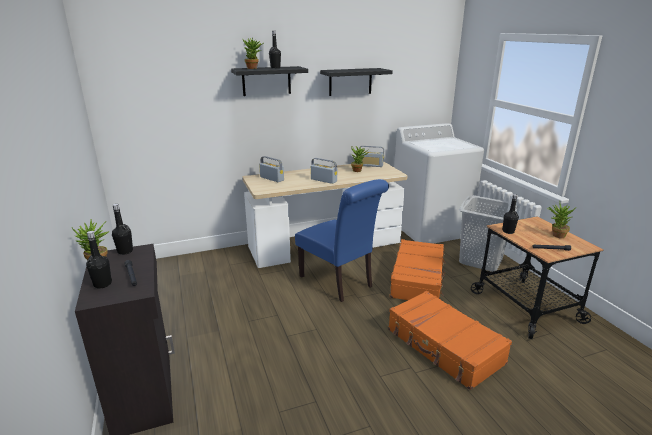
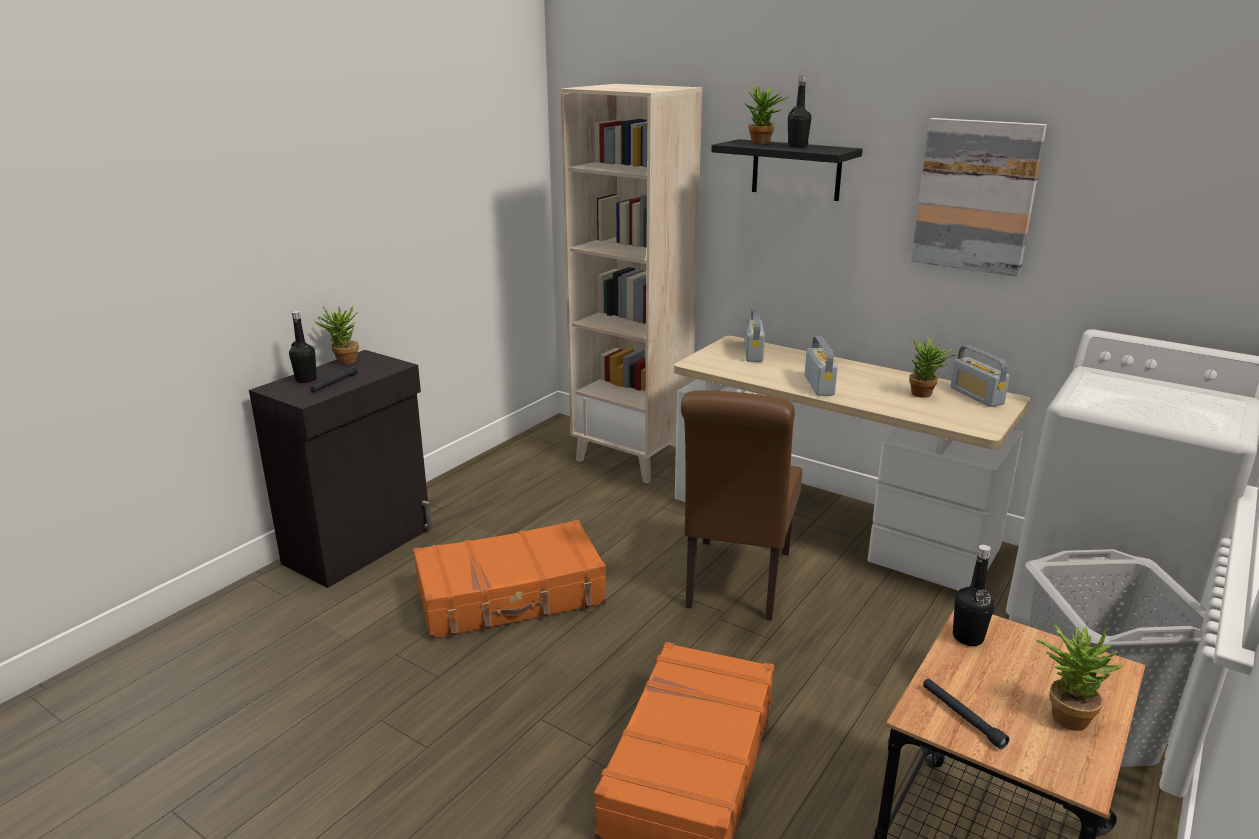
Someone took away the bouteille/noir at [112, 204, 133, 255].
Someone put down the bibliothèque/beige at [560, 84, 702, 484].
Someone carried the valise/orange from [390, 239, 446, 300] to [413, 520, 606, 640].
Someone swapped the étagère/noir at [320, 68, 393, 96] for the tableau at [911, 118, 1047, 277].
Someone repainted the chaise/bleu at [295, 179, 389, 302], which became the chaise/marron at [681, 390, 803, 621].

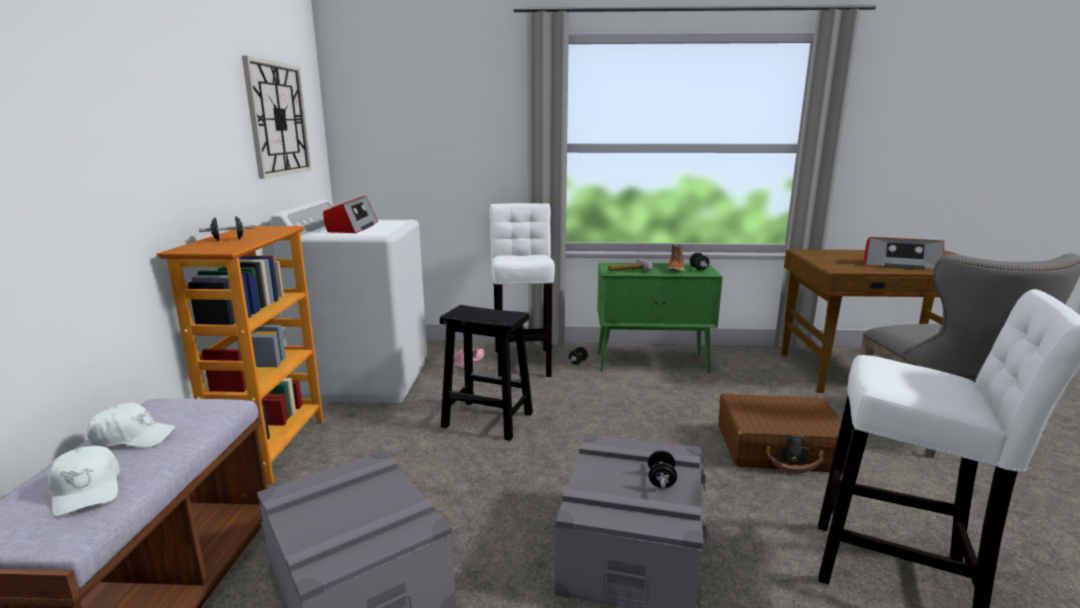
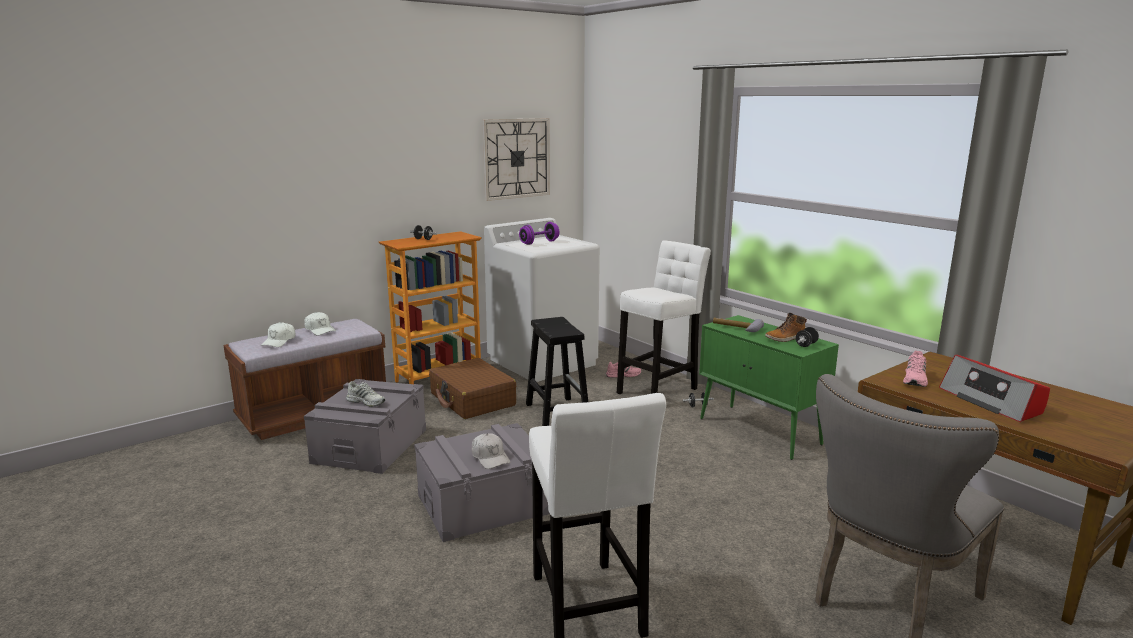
Someone put down the chaussure/blanc at [346, 381, 385, 407].
Someone put down the chaussure/rose at [903, 351, 928, 387].
Someone carried the valise/marron from [718, 393, 852, 474] to [429, 358, 516, 419].
Someone swapped the radio at [323, 196, 378, 233] for the haltère/violet at [519, 222, 559, 245].
Someone swapped the haltère/noir at [648, 450, 677, 488] for the casquette/blanc at [472, 433, 510, 469].

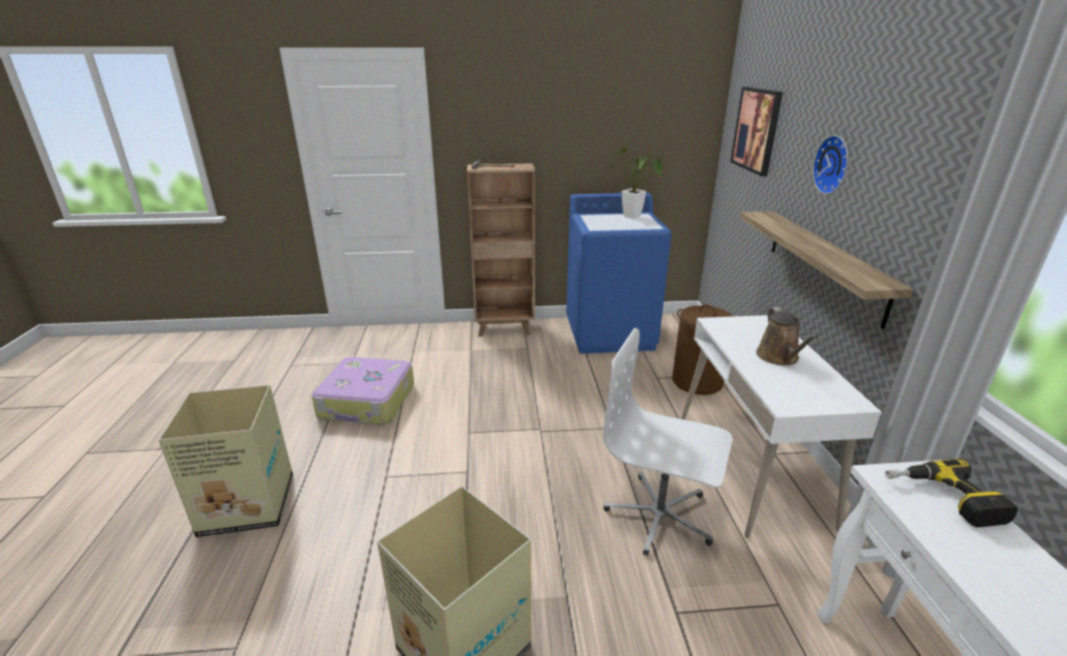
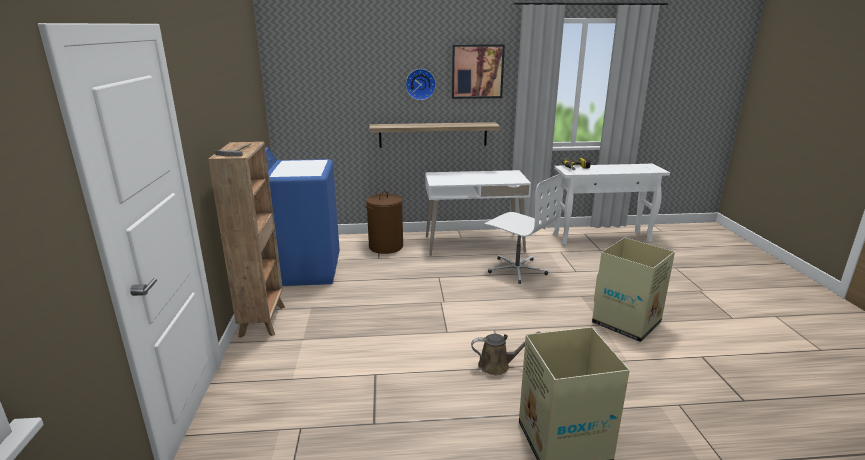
Someone took away the valise at [311, 357, 414, 425].
Someone took away the plante en pot at [608, 147, 662, 219].
Someone carried the tableau from [730, 87, 783, 176] to [452, 44, 505, 99].
Someone carried the arrosoir/marron from [756, 307, 818, 365] to [471, 331, 540, 375].
Someone rotated the chaise de bureau/blanc at [603, 328, 733, 556] by 75 degrees counterclockwise.

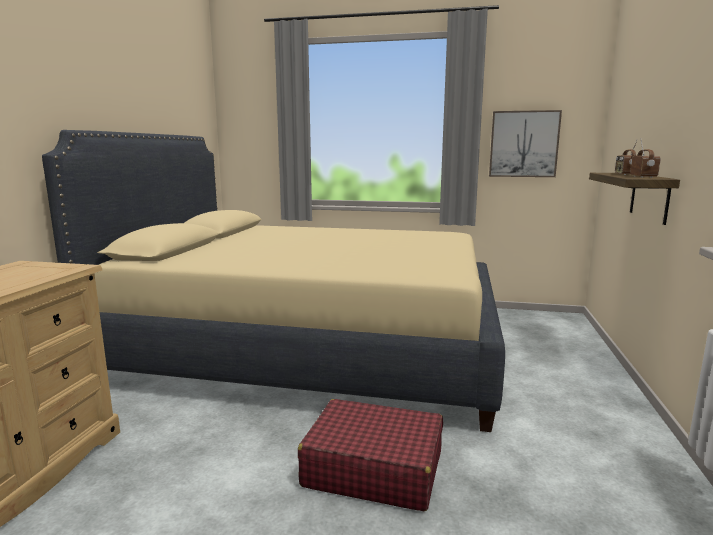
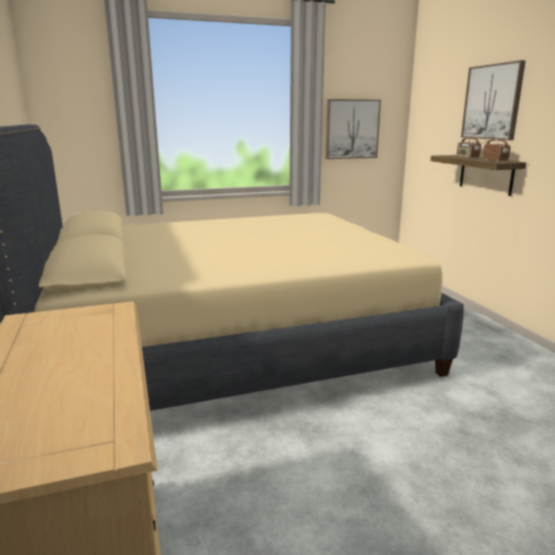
Someone took away the valise/rouge at [298, 399, 443, 511].
Someone put up the tableau at [461, 60, 526, 140].

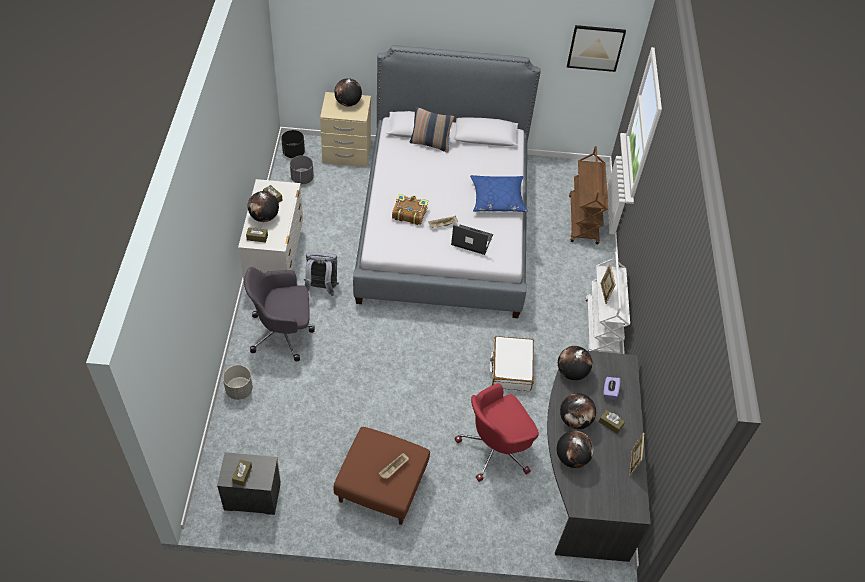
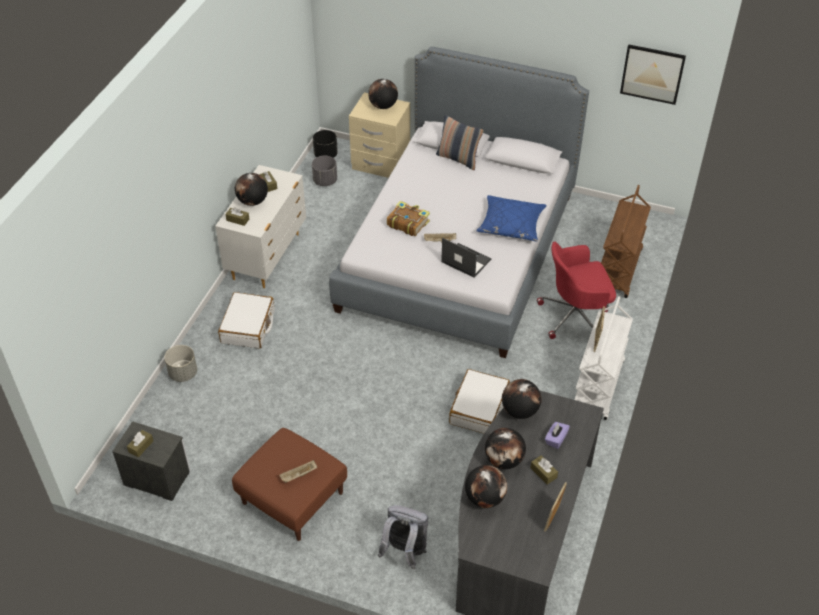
Someone carried the sac à dos/gris from [304, 252, 339, 296] to [378, 505, 428, 569].
Someone carried the chaise de bureau/rouge from [455, 383, 539, 482] to [537, 242, 616, 339].
Someone swapped the chaise de bureau/gris at [244, 267, 315, 361] for the valise/blanc at [218, 292, 275, 349].

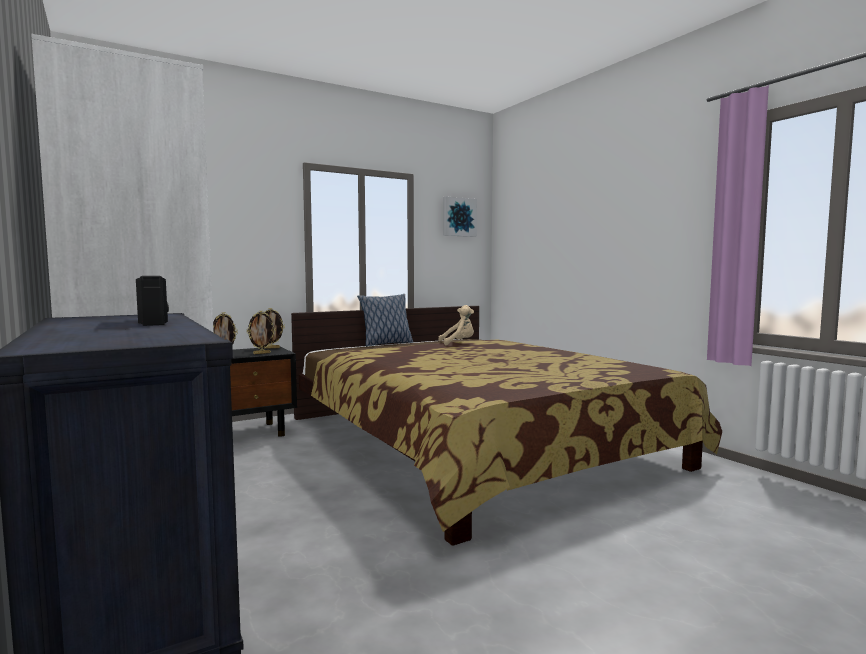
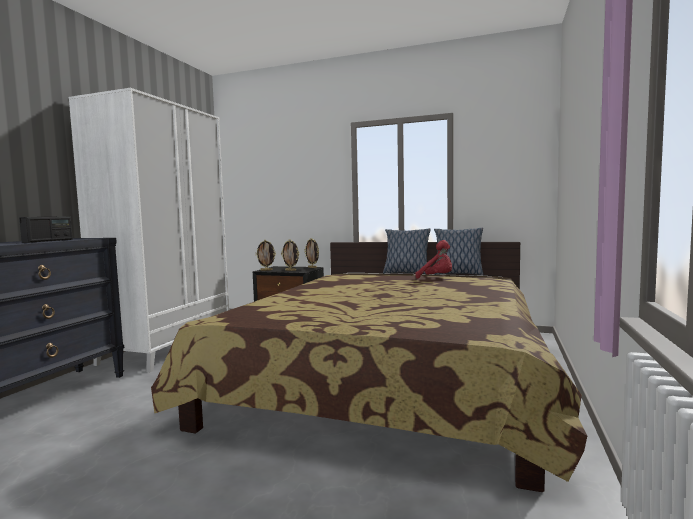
Someone took away the tableau at [443, 196, 477, 237].
Someone put down the coussin at [434, 227, 483, 275].
Someone repainted the peluche/beige at [438, 305, 474, 346], which became the peluche/rouge at [415, 240, 452, 279].

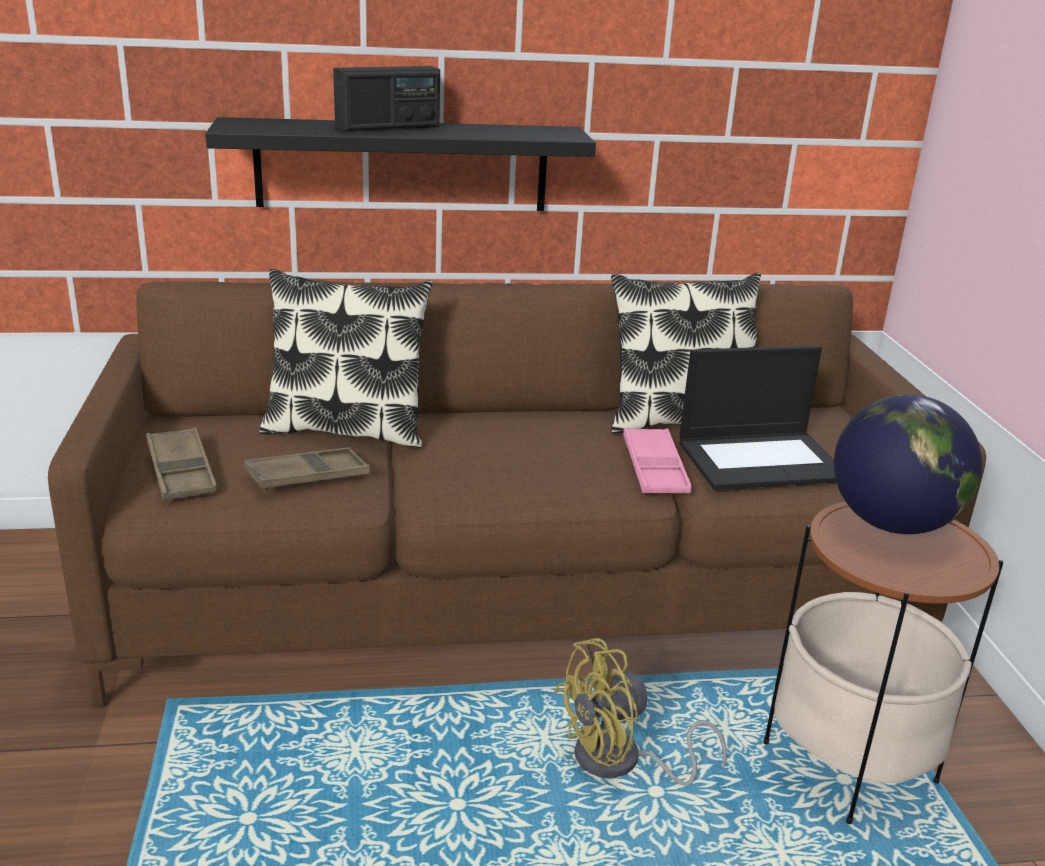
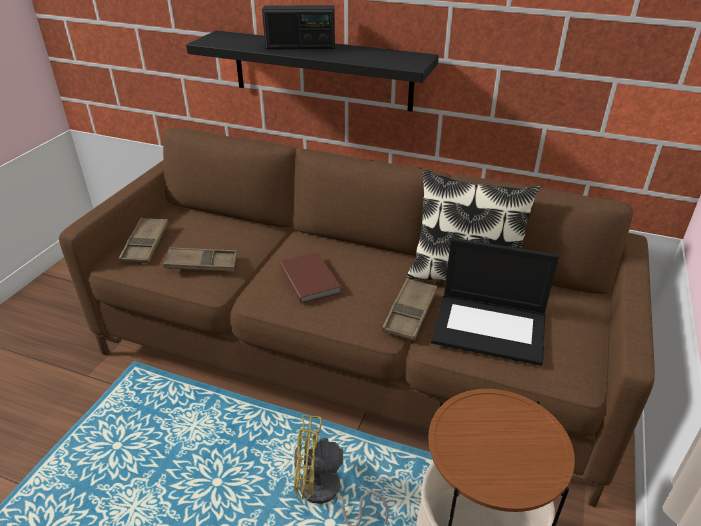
Someone took away the coussin at [259, 269, 433, 448].
Someone took away the globe at [834, 394, 982, 534].
Someone put down the livre/marron at [279, 252, 341, 303].
Someone repainted the plateau/rose at [623, 428, 692, 493], which became the plateau/marron at [382, 278, 437, 341].

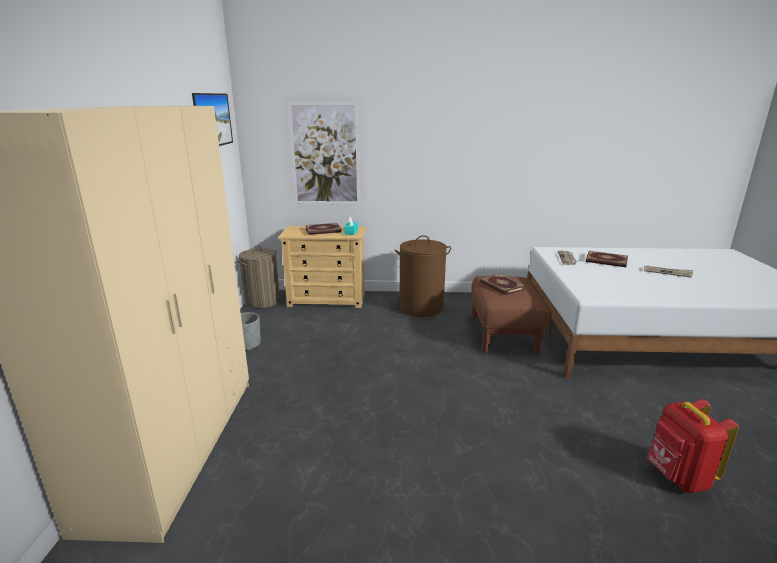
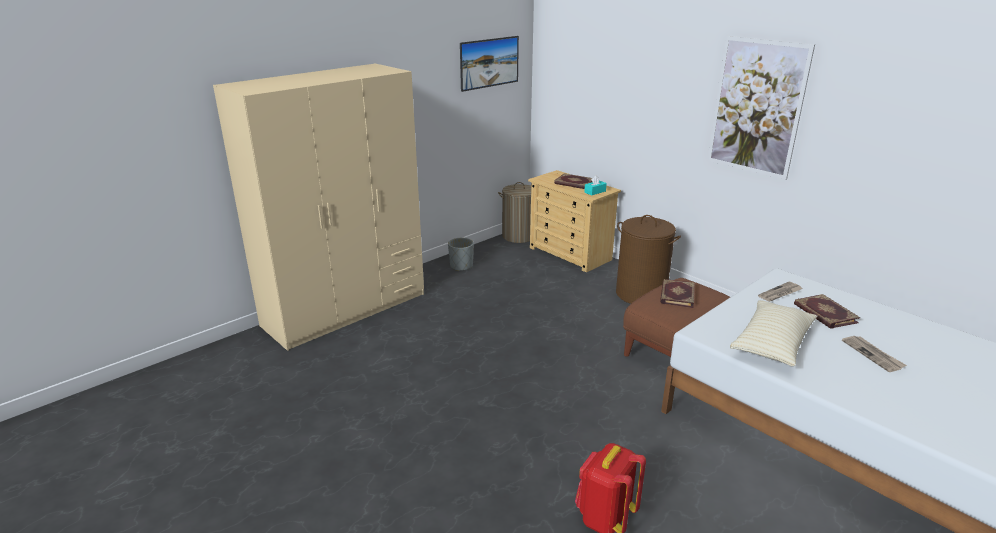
Someone put down the coussin/beige at [730, 300, 817, 366].
Someone carried the tableau from [288, 102, 360, 204] to [707, 36, 815, 180].

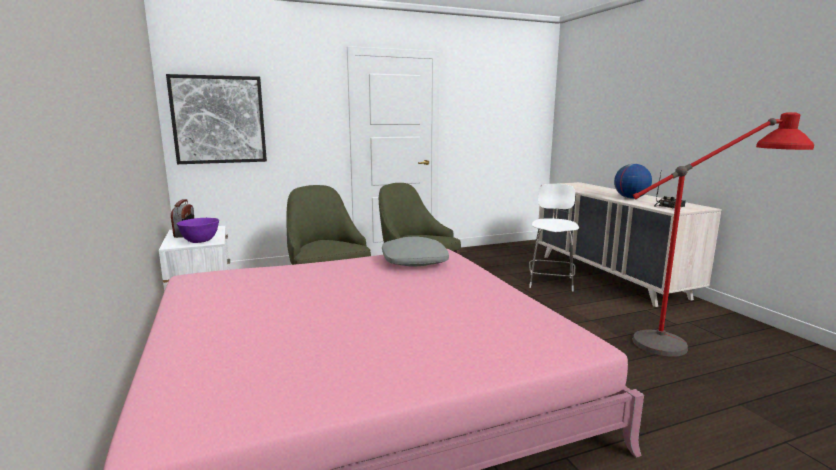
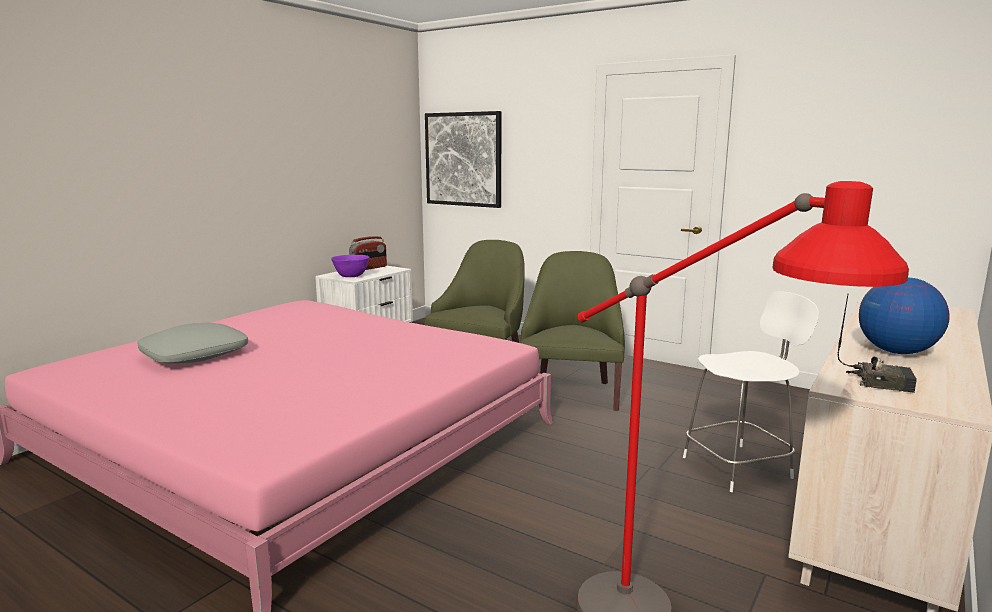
Someone carried the coussin/gris from [382, 237, 449, 267] to [137, 323, 248, 363].

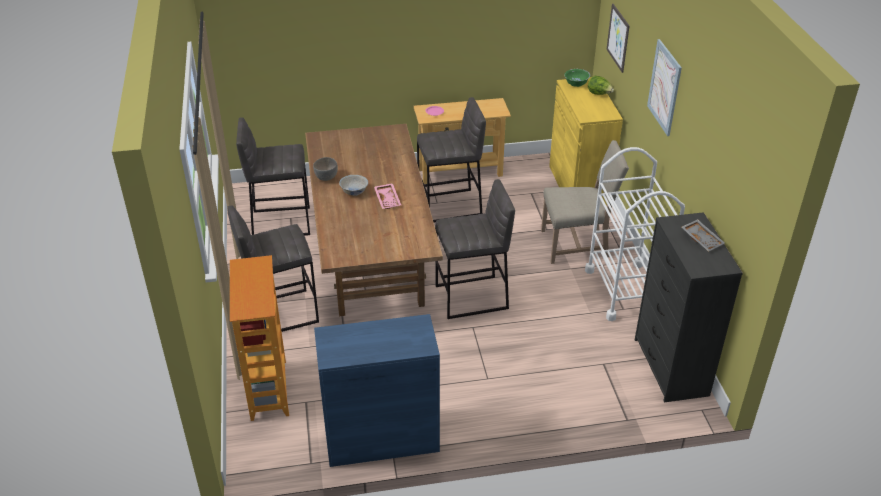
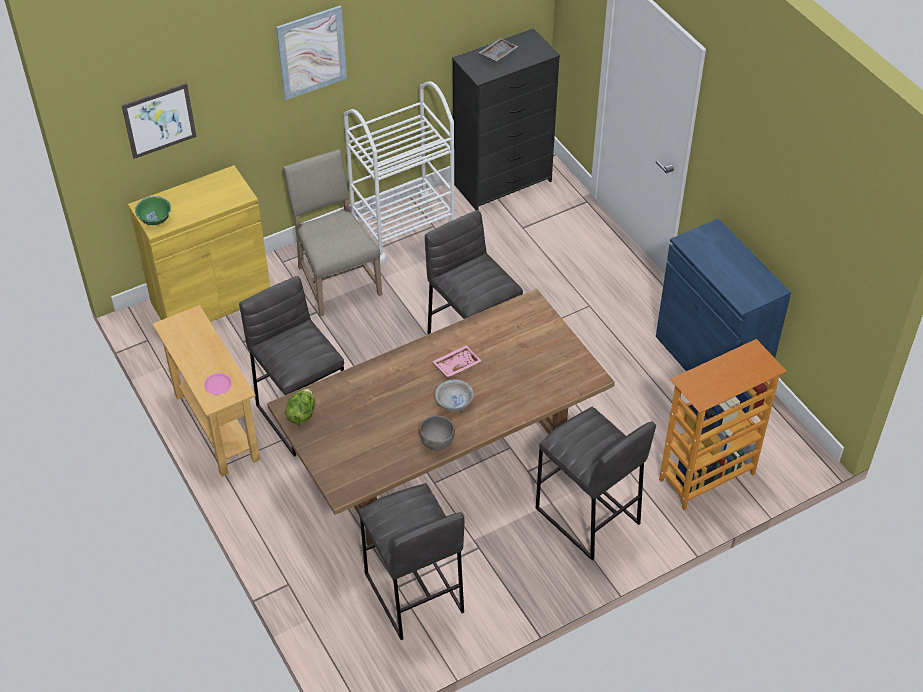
Someone carried the laitue from [588, 76, 614, 95] to [285, 388, 315, 424].

